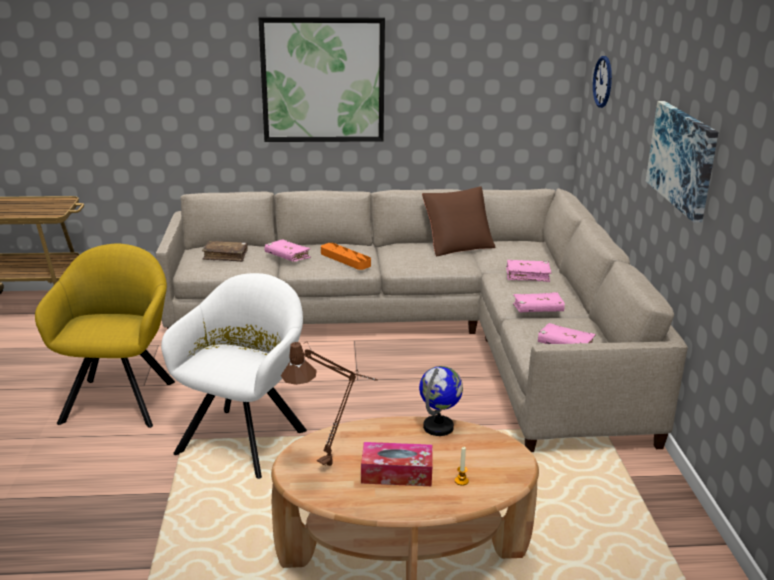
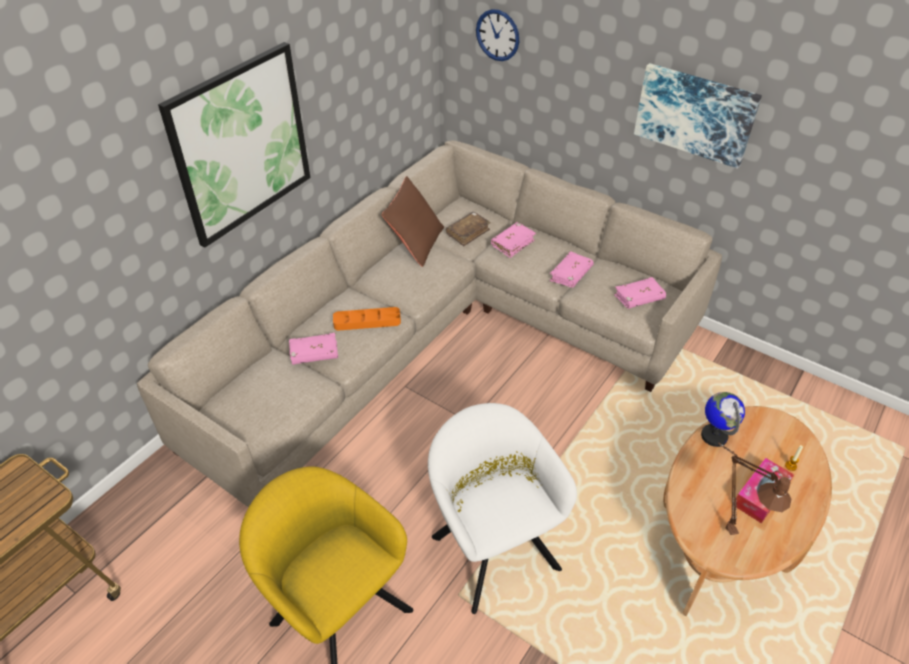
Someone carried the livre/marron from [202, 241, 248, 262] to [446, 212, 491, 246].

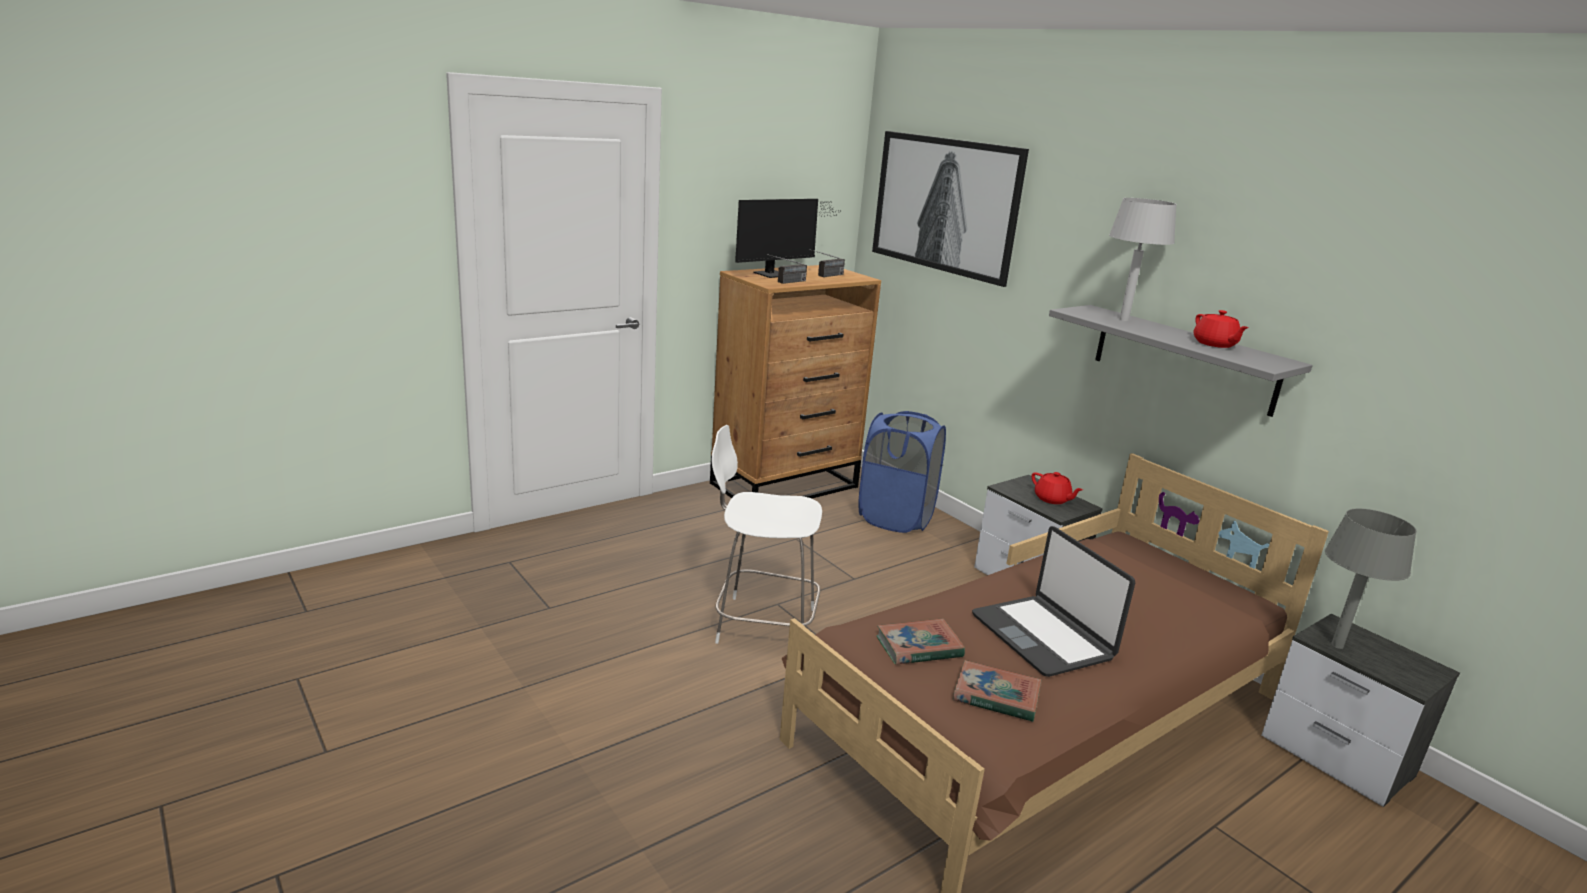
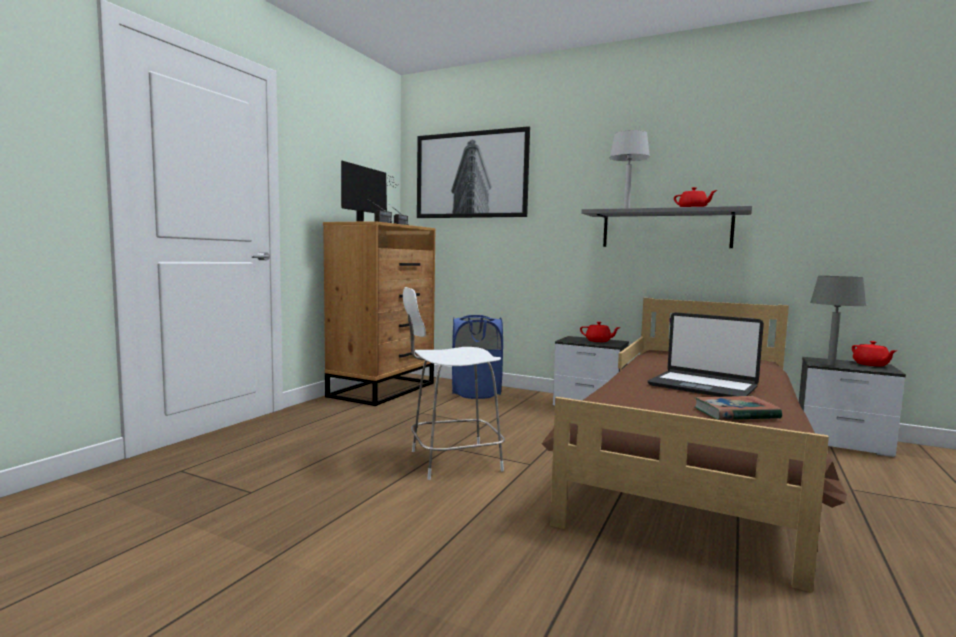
Someone took away the livre at [876, 618, 965, 665].
Someone put down the théière/rouge at [852, 341, 896, 366].

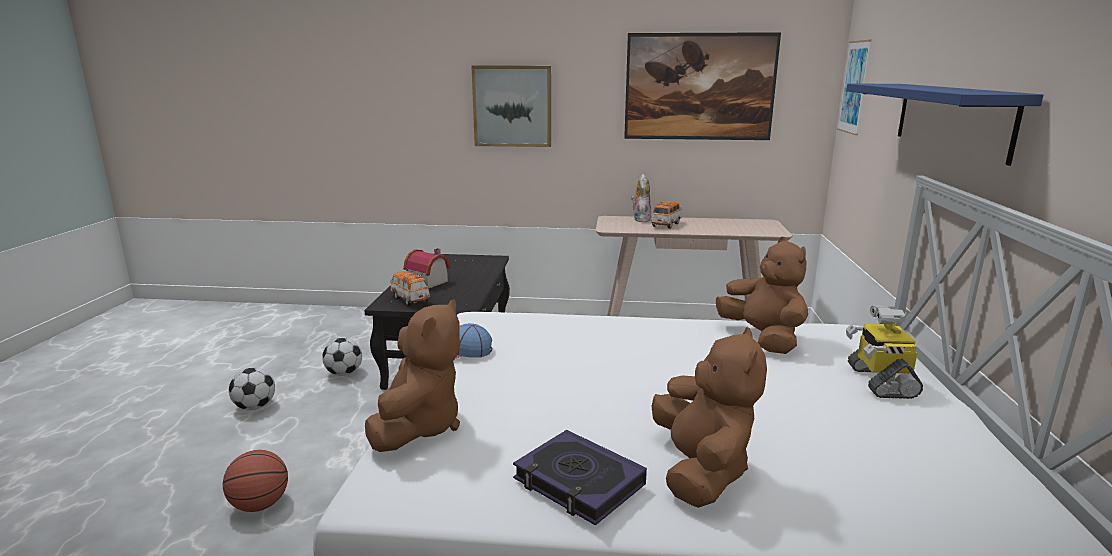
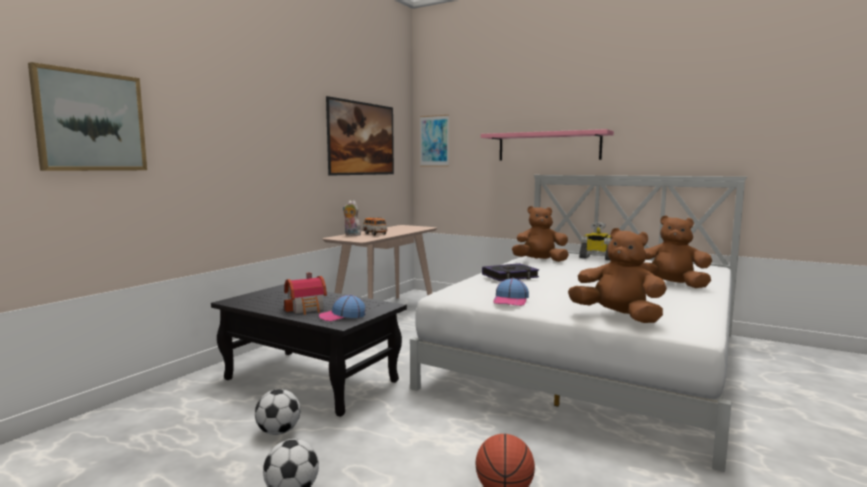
Someone carried the tableau from [471, 66, 551, 147] to [28, 62, 147, 171].
Someone carried the livre from [513, 430, 647, 526] to [482, 263, 539, 281].
Someone swapped the petite voiture at [390, 271, 430, 306] for the casquette at [319, 295, 365, 321].
Someone repainted the étagère/bleu at [846, 84, 1043, 166], which became the étagère/rose at [481, 129, 614, 161].

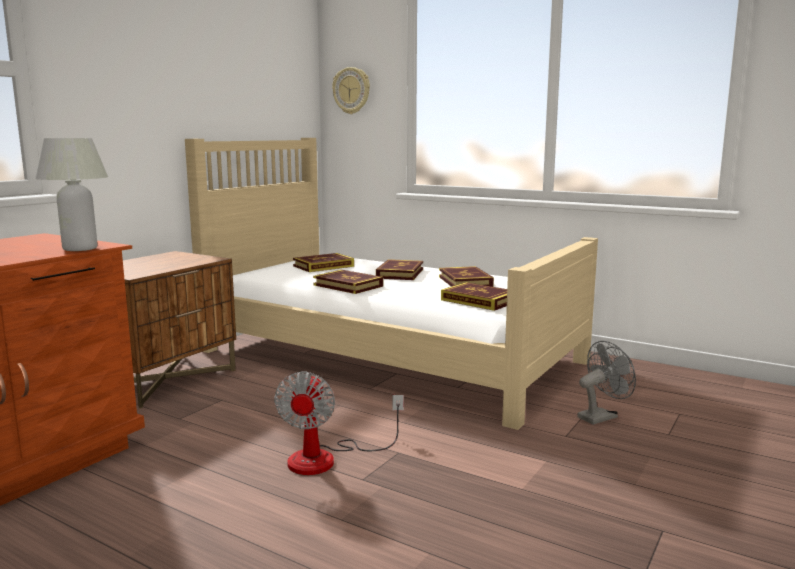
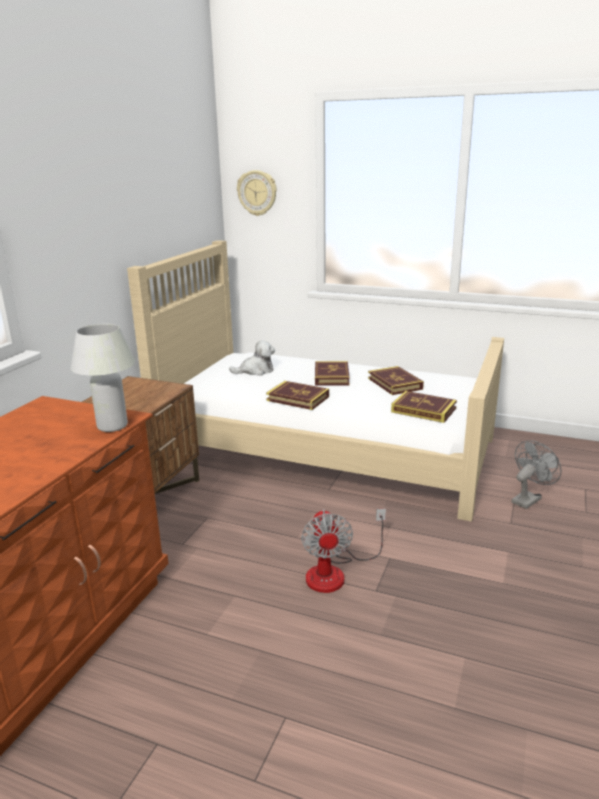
Someone swapped the livre at [293, 253, 354, 272] for the peluche at [229, 340, 275, 376].

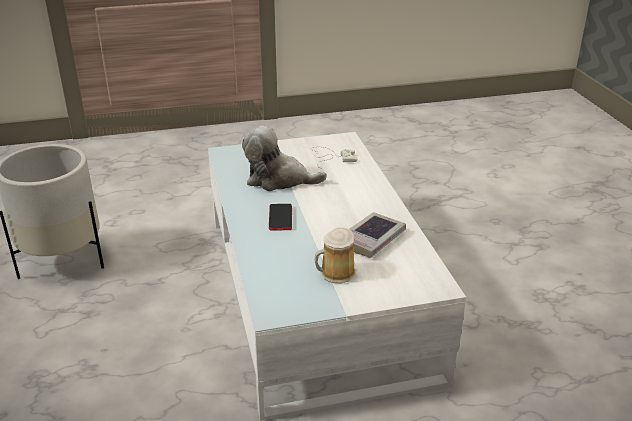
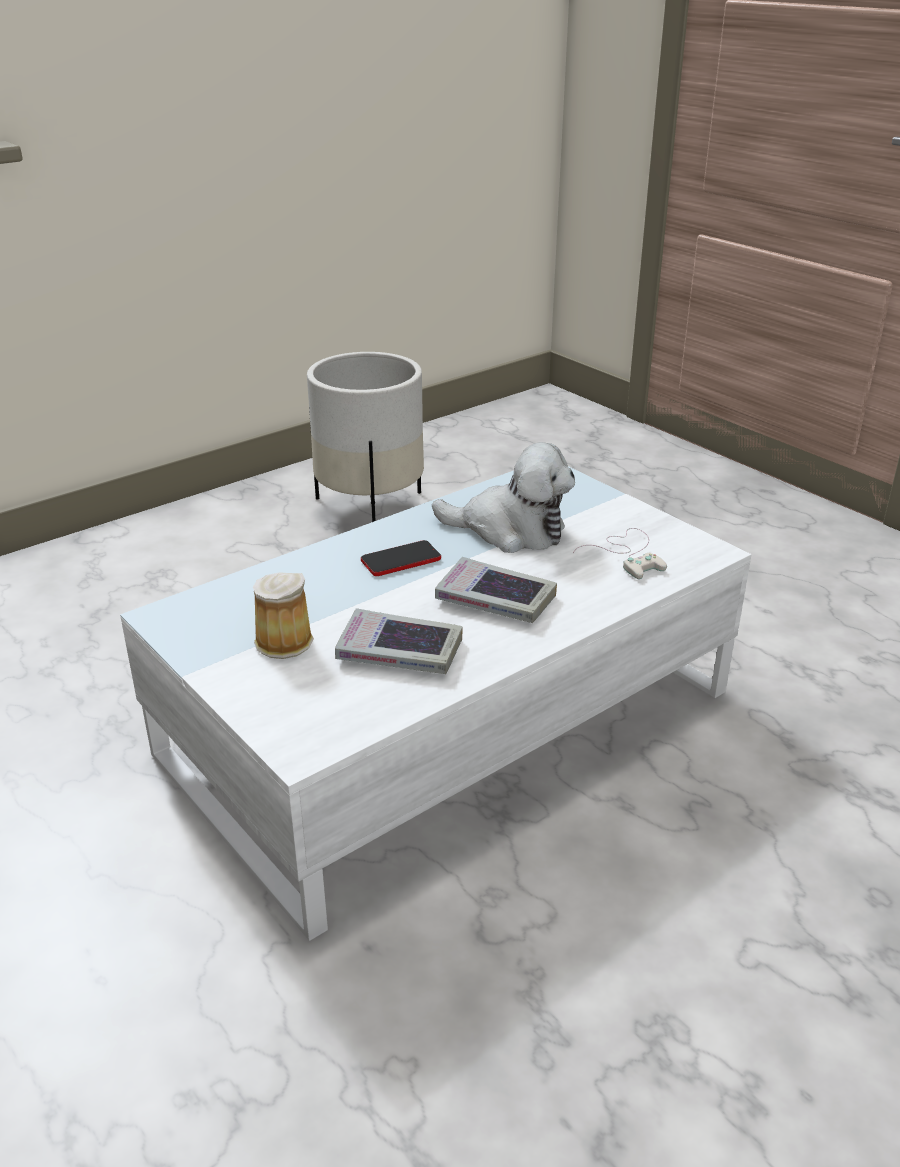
Someone put down the livre at [435, 557, 557, 623].
Someone rotated the peluche at [242, 125, 327, 191] by 120 degrees clockwise.

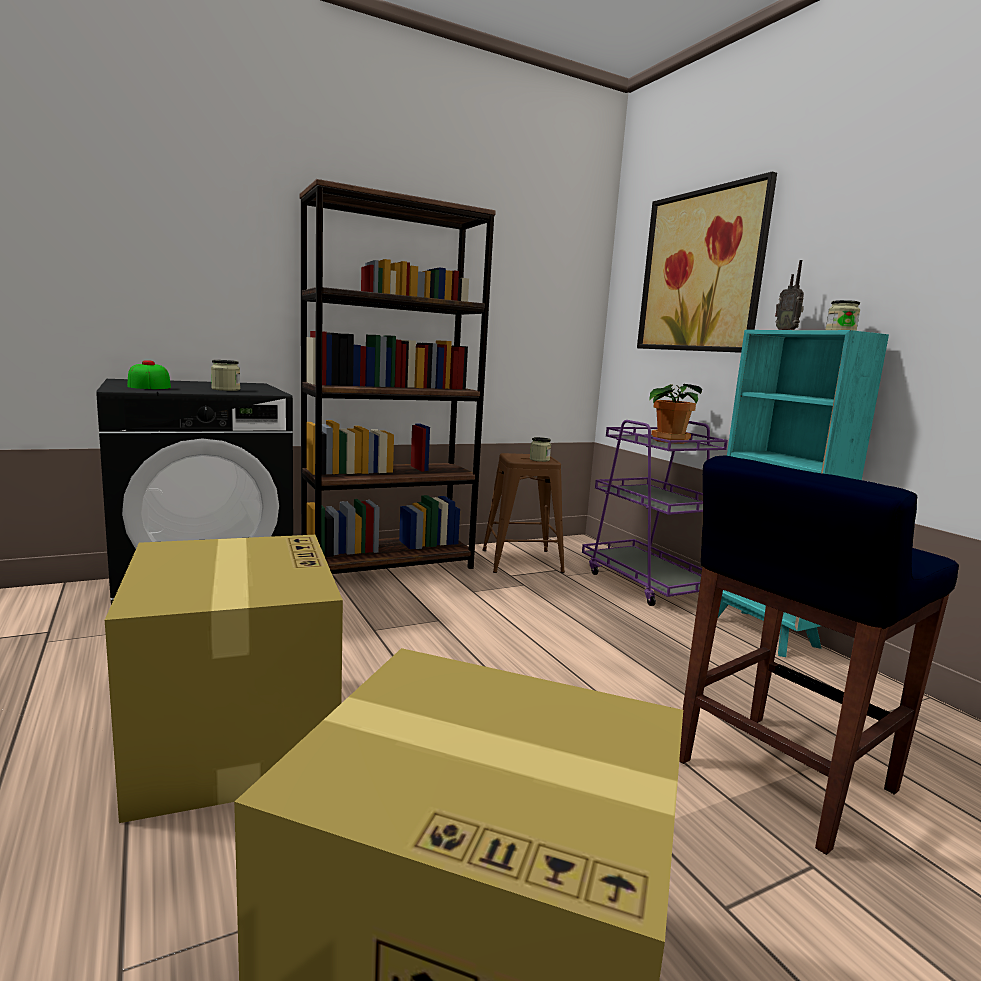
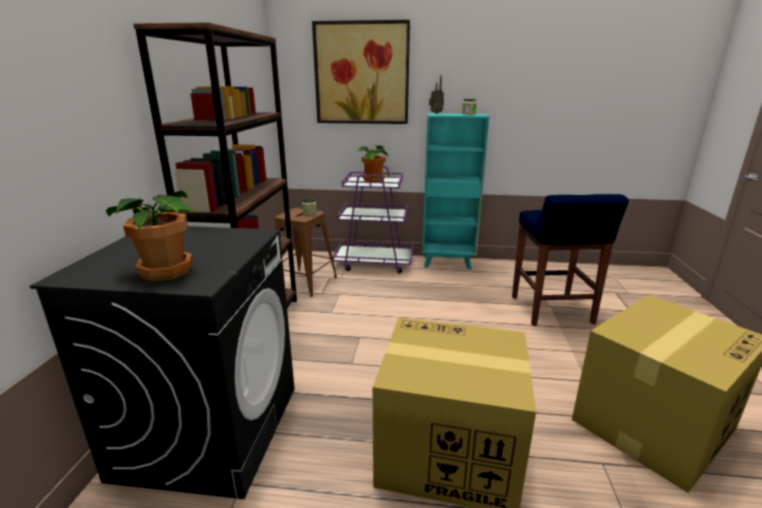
Someone took away the bocal at [211, 360, 240, 391].
Someone swapped the casquette at [127, 360, 171, 389] for the plante en pot at [106, 191, 196, 282].

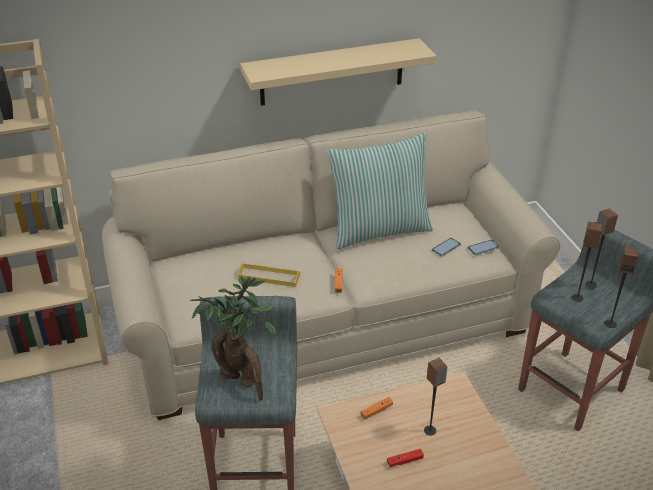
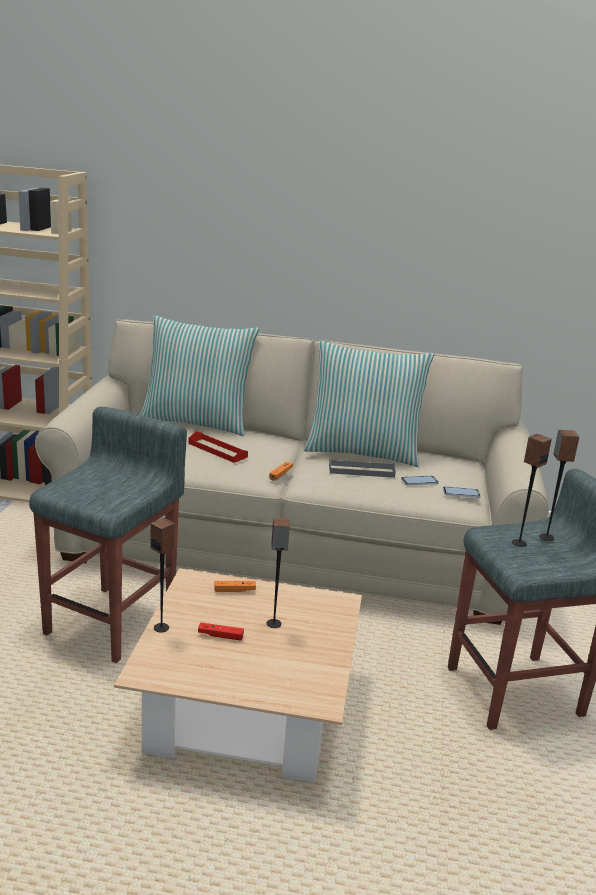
Someone took away the plante en pot at [190, 276, 276, 401].
Someone took away the étagère/beige at [240, 38, 437, 106].
Someone put down the coussin at [140, 315, 259, 436].
Someone put down the plateau/gris at [329, 459, 396, 478].
Someone carried the enceinte from [604, 246, 638, 328] to [151, 518, 175, 632].
Someone repainted the plateau/jaune at [238, 263, 300, 287], which became the plateau/rouge at [188, 431, 248, 463].

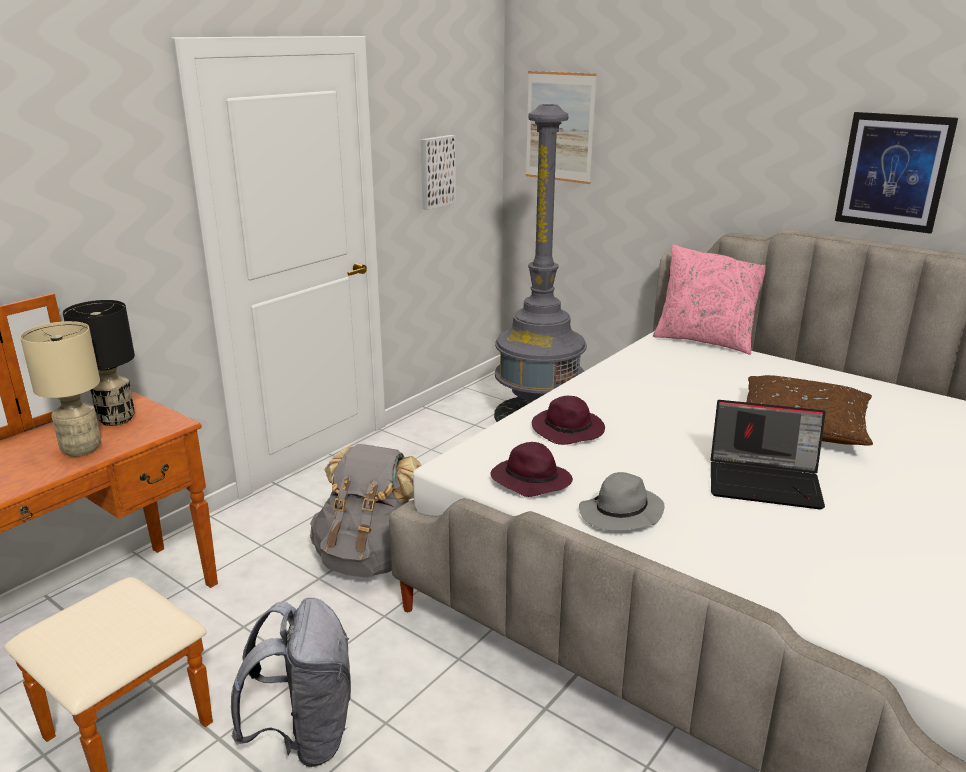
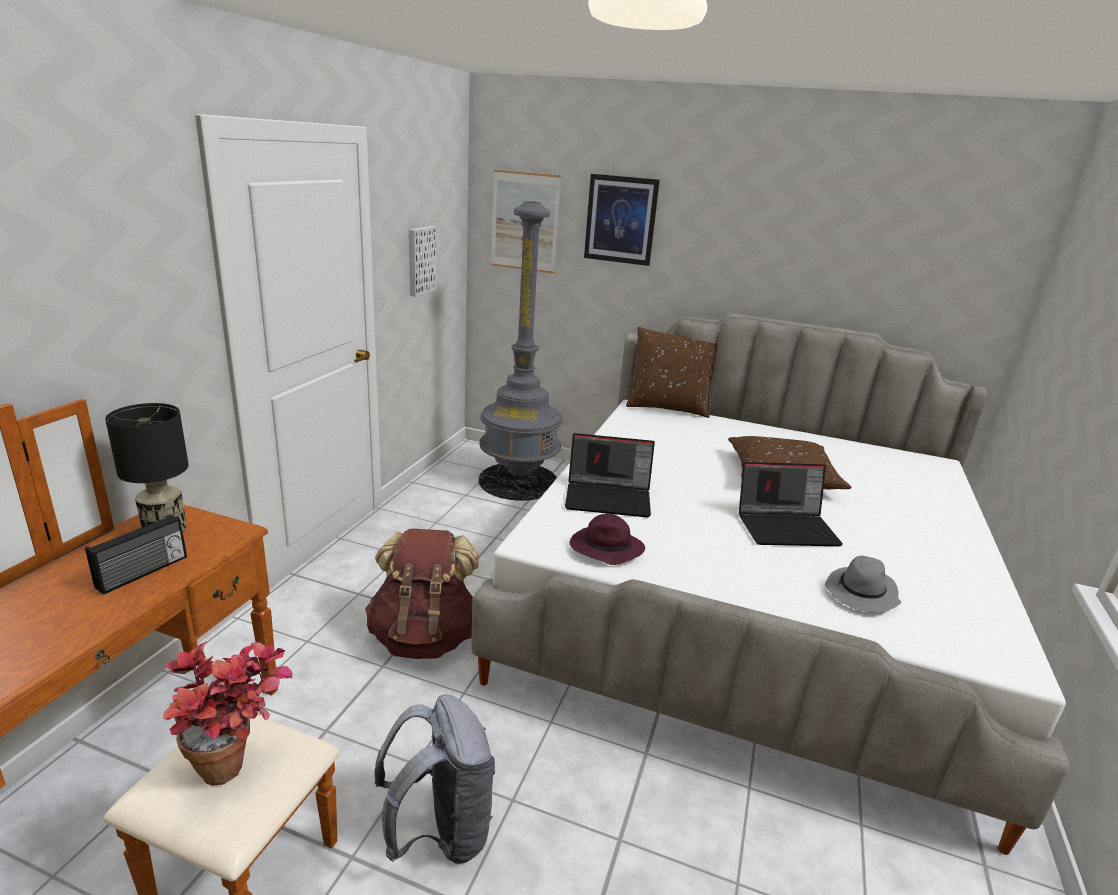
Someone put down the plante en pot at [163, 641, 293, 786].
Someone carried the chapeau/gris from [579, 472, 665, 531] to [825, 556, 901, 612].
Someone carried the tableau from [835, 112, 958, 234] to [584, 174, 660, 266].
Someone swapped the lampe de table/beige at [20, 321, 101, 457] for the radio at [85, 514, 187, 595].
Someone swapped the chapeau/violet at [532, 396, 605, 445] for the ordinateur portable at [565, 433, 655, 518].
Someone repainted the sac à dos/gris at [310, 444, 422, 578], which became the sac à dos/marron at [365, 529, 479, 659].
Someone repainted the coussin/rose at [653, 245, 766, 355], which became the coussin/marron at [626, 327, 717, 418].

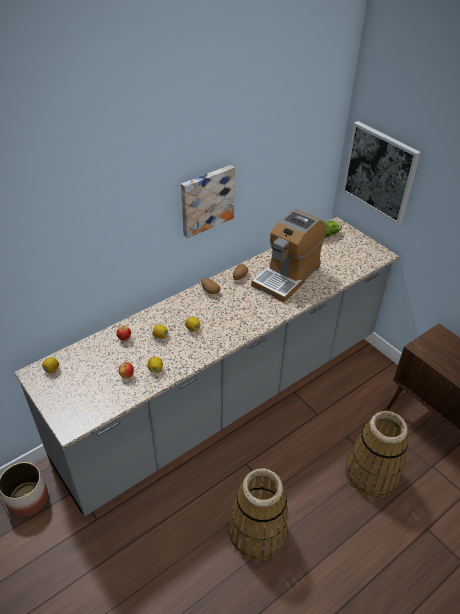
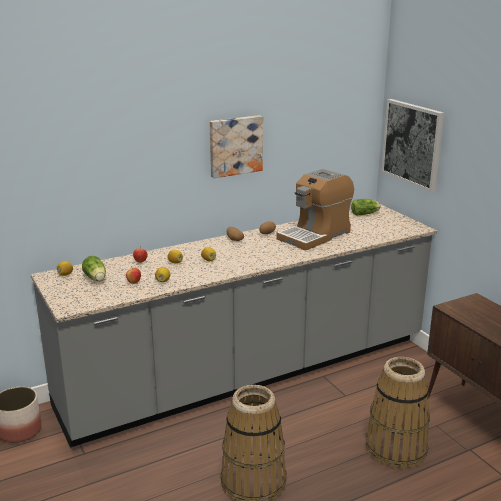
Someone put down the laitue at [82, 256, 106, 281].

